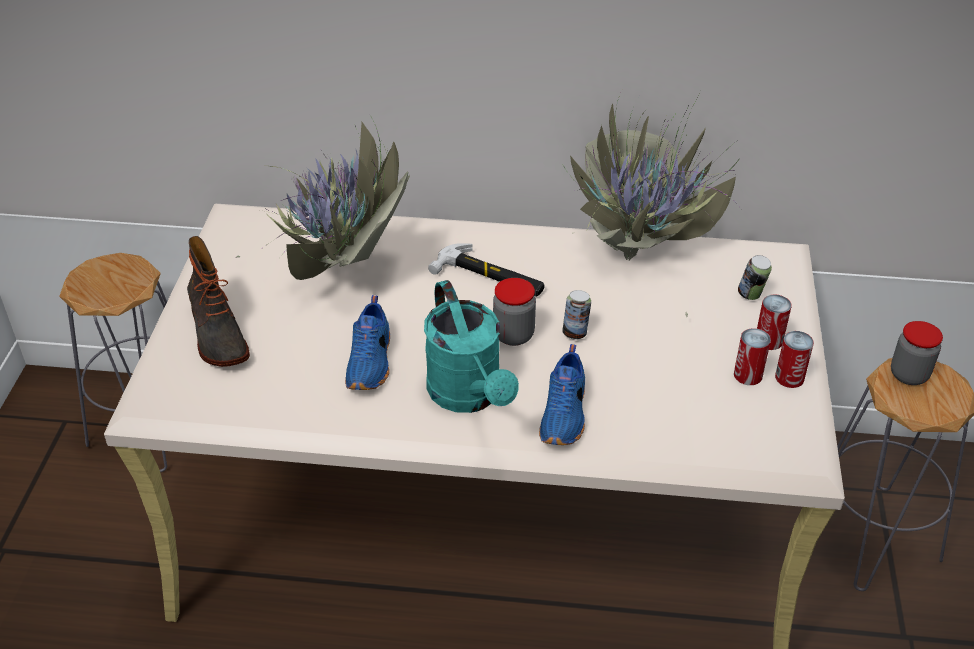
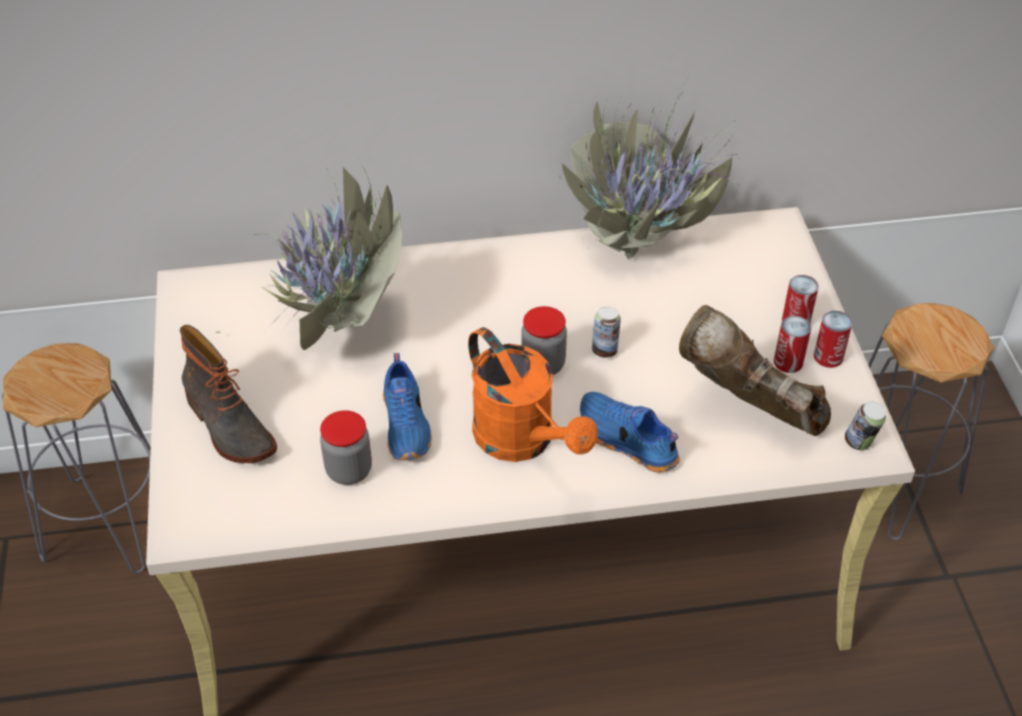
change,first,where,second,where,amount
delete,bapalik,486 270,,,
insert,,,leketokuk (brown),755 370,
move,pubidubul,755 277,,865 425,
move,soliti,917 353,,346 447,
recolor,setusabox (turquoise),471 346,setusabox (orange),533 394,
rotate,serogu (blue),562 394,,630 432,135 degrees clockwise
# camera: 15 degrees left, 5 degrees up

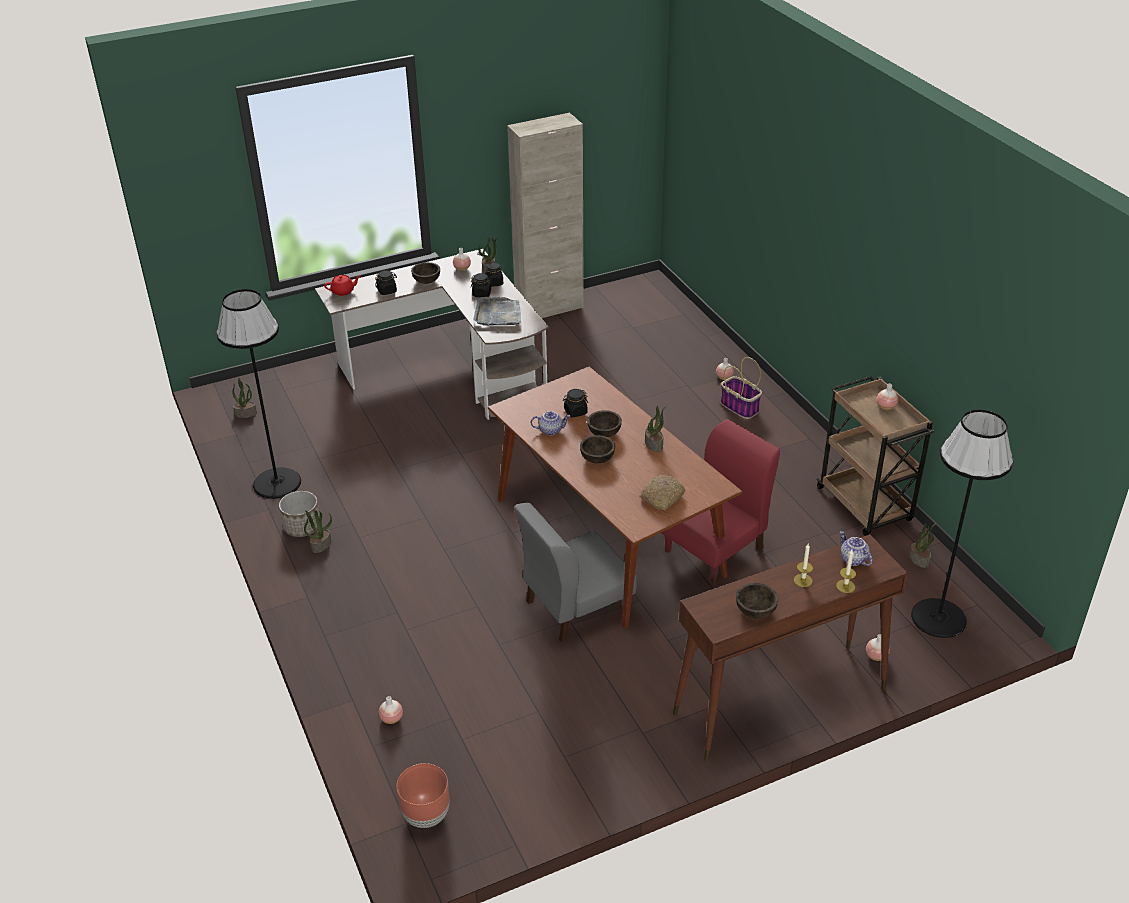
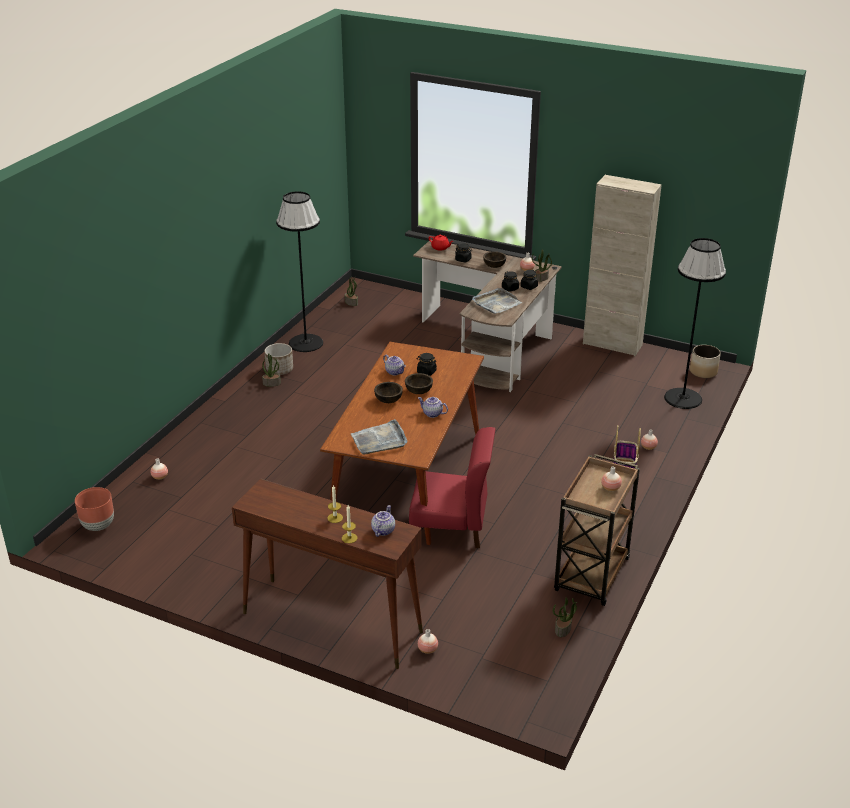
change,first,where,second,where,amount
delete,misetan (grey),575 573,,,
delete,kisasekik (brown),757 601,,,
insert,,,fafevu,705 361,
move,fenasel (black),962 524,,695 323,
replace,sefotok,663 492,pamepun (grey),379 437,
replace,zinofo,655 429,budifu,433 407,
# camera: 50 degrees right, 5 degrees down

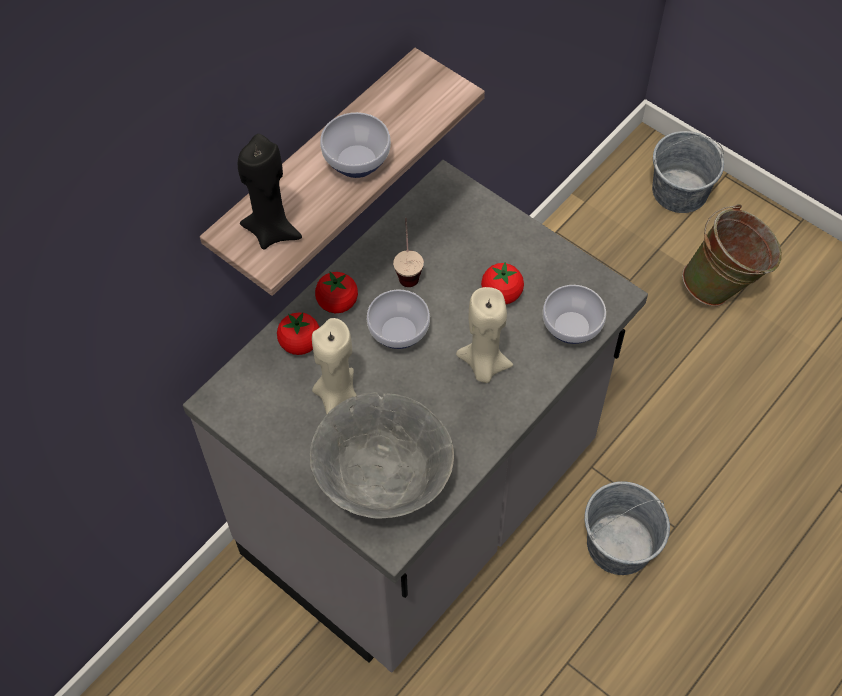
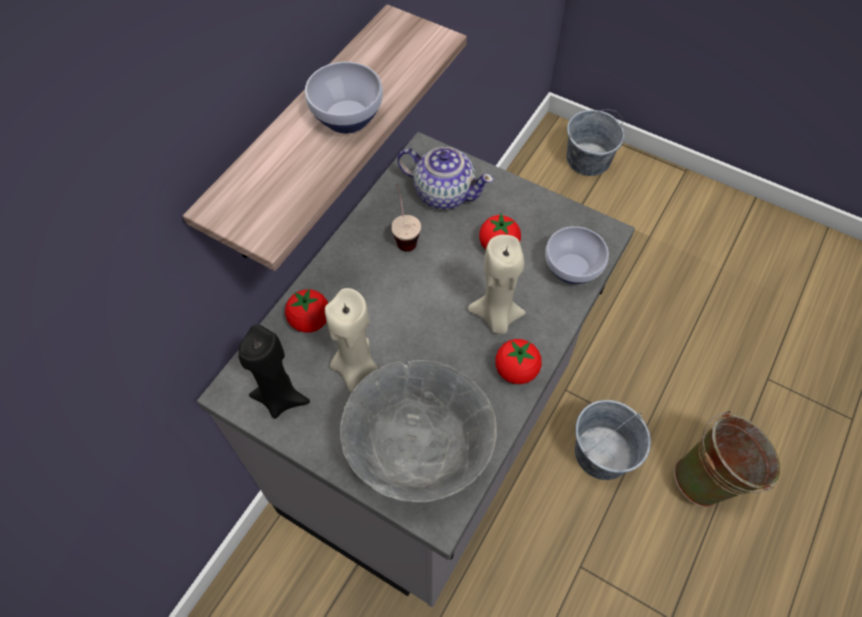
change,first,where,second,where,amount
delete,kisasekik,398 319,,,
insert,,,budifu,445 178,
move,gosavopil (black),270 191,,274 371,
move,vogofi,336 292,,518 361,
move,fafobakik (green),732 255,,727 458,
# camera: 10 degrees left, 0 degrees up

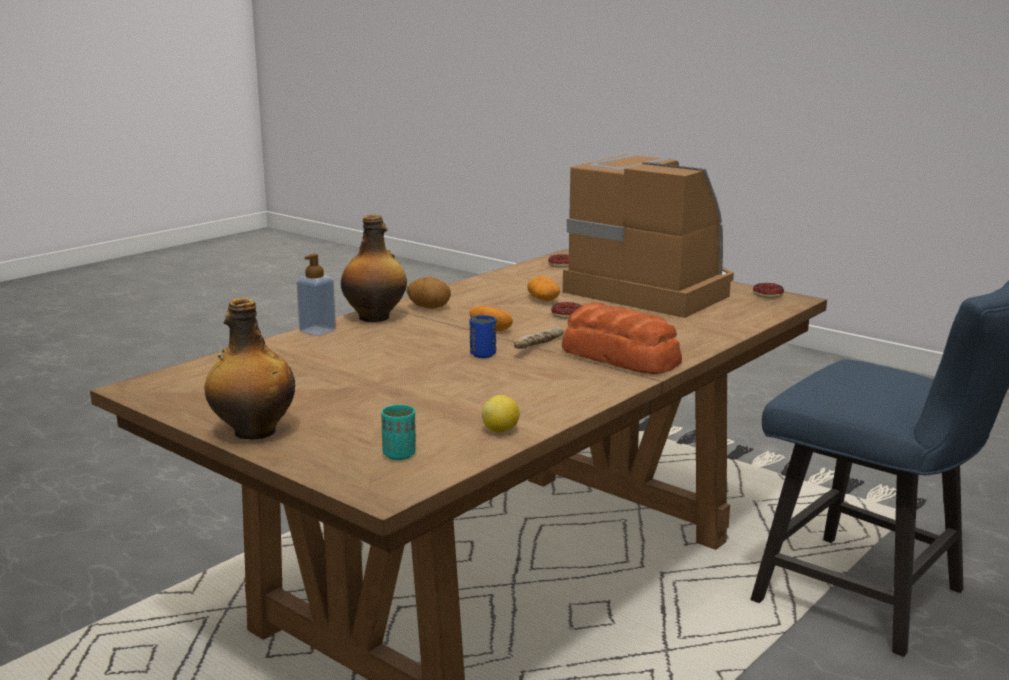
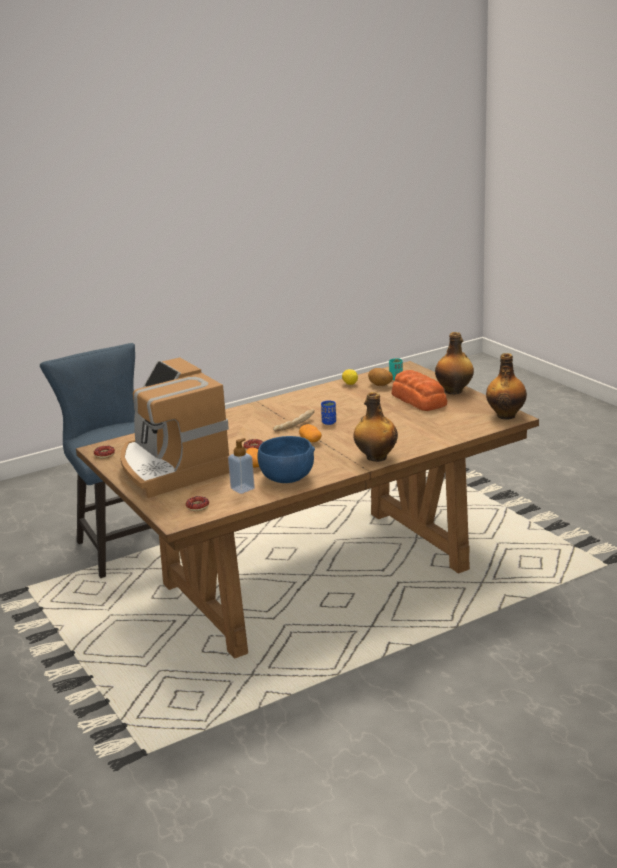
change,first,where,second,where,amount
insert,,,kisasekik (blue),286 459,
insert,,,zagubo,506 386,
move,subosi,316 295,,241 466,
move,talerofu,428 293,,380 377,
move,sefotok,622 338,,419 390,
# camera: 160 degrees left, 5 degrees up

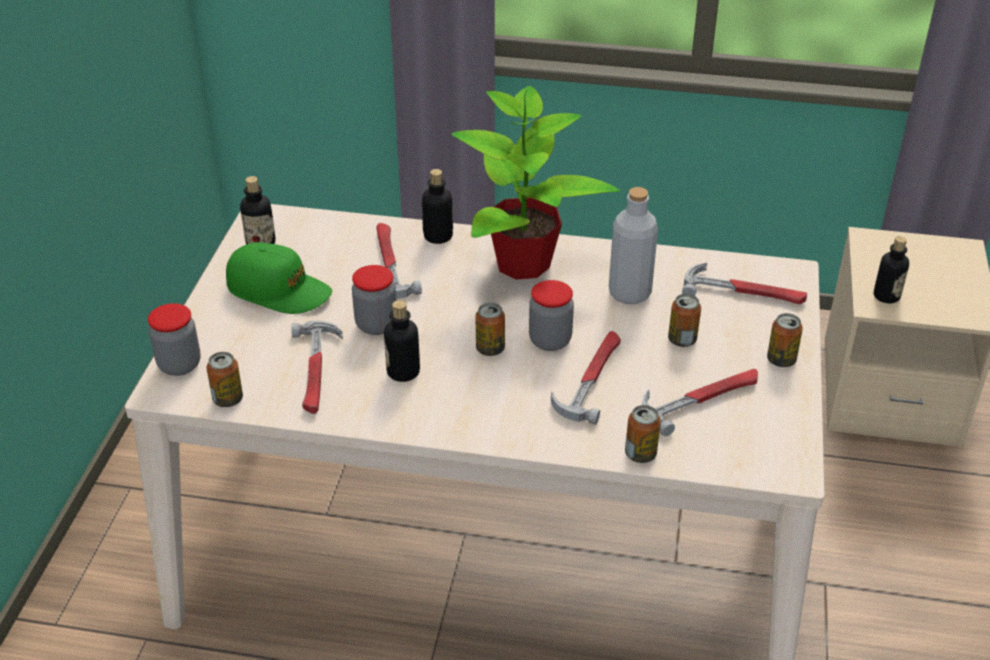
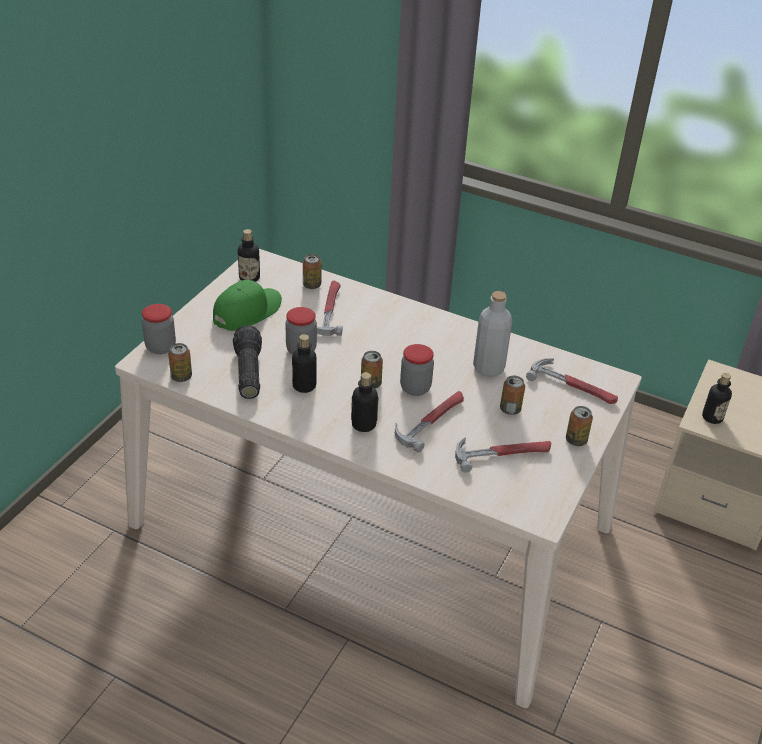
change,first,where,second,where,amount
delete,zinofo,535 183,,,
move,zagubo,437 206,,364 402,
move,pubidubul,643 434,,312 271,
replace,bapalik,317 367,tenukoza,247 362,
rotate,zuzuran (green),279 278,,247 305,90 degrees counterclockwise
# camera: 15 degrees right, 0 degrees up

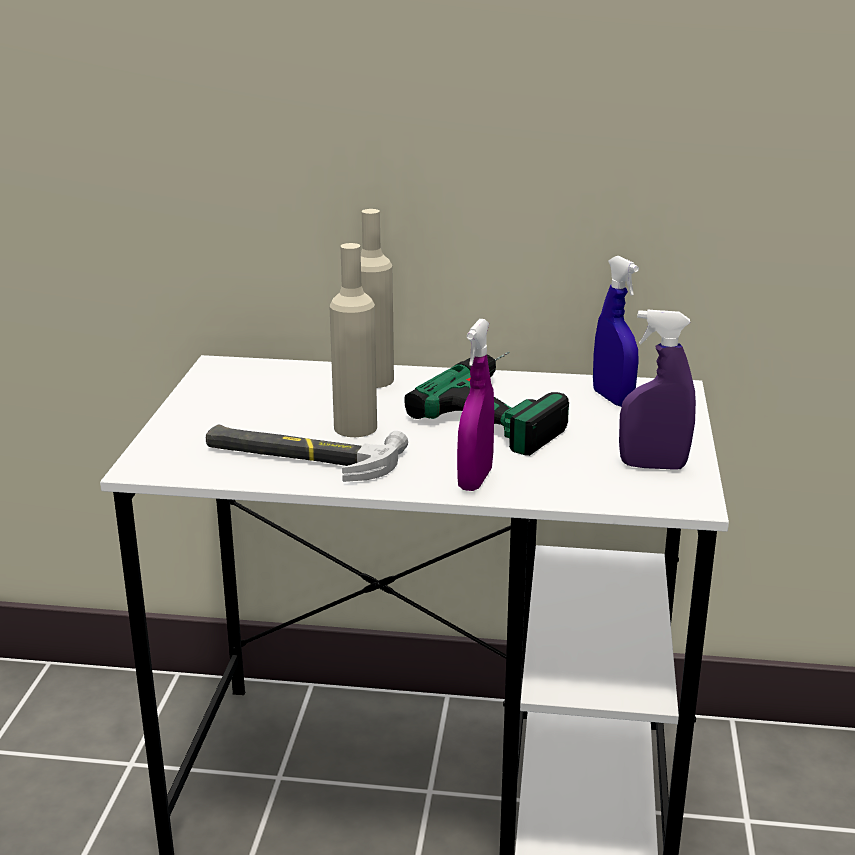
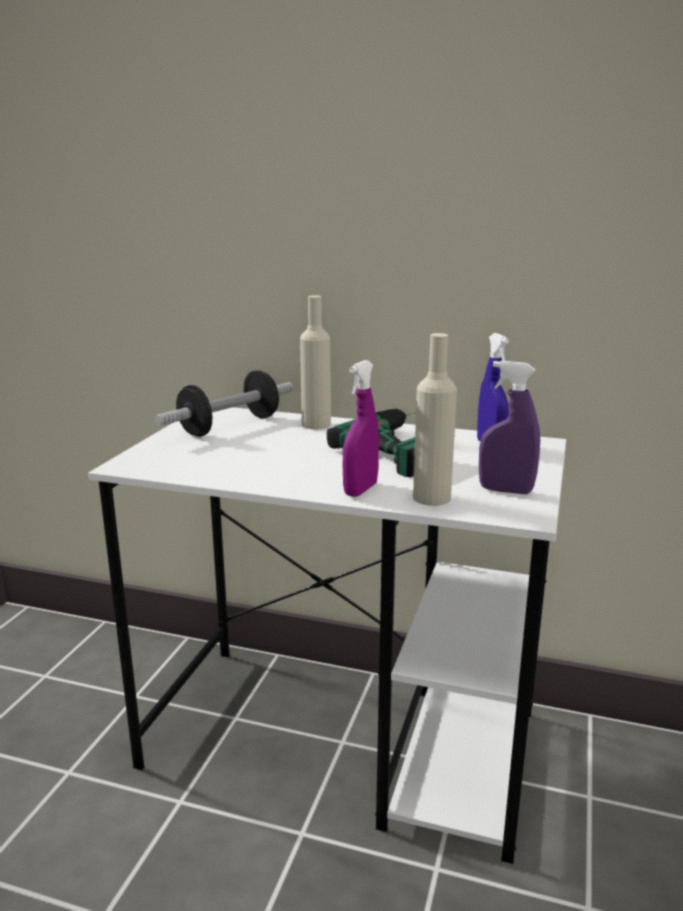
change,first,where,second,where,amount
delete,bapalik,307 453,,,
insert,,,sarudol,224 403,
move,zagubo (beige),353 340,,435 419,
# camera: 10 degrees right, 5 degrees down

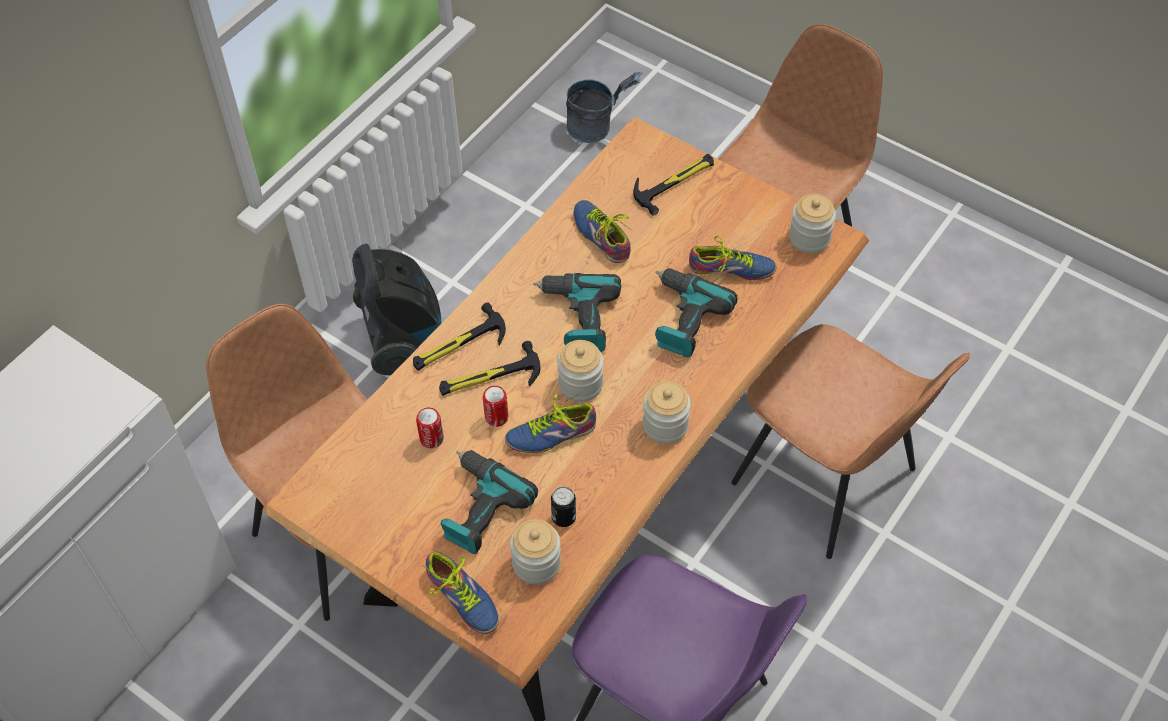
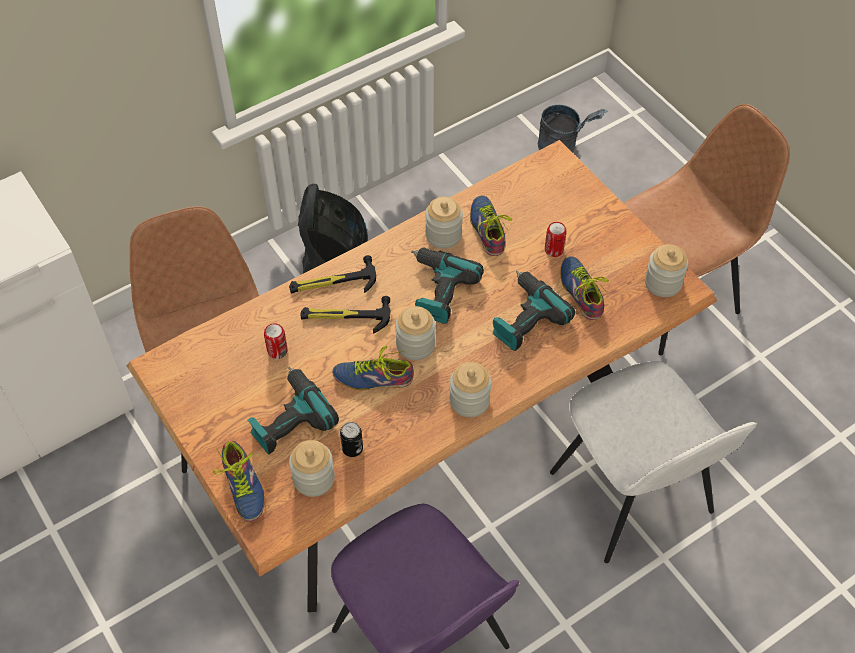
change,first,where,second,where,amount
delete,bapalik,674 185,,,
insert,,,soliti,444 223,
move,pubidubul,495 406,,555 239,
recolor,misetan (brown),850 441,misetan (white),653 462,
rotate,serogu,732 258,,585 288,135 degrees counterclockwise
# camera: 20 degrees right, 0 degrees up

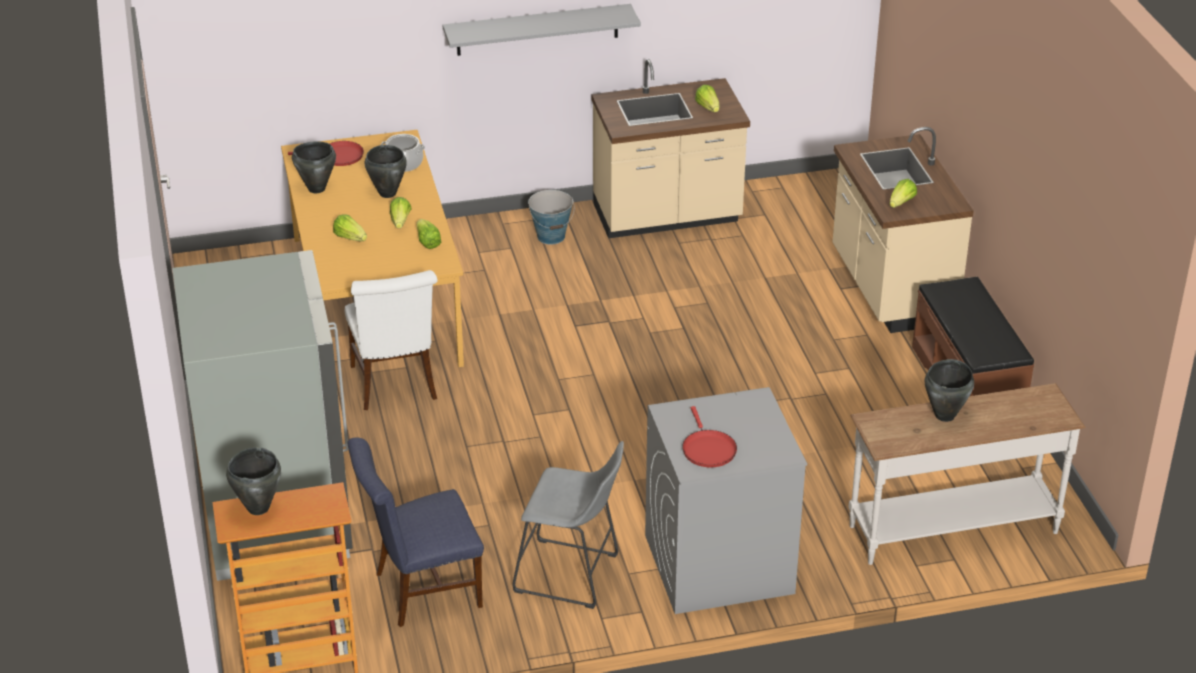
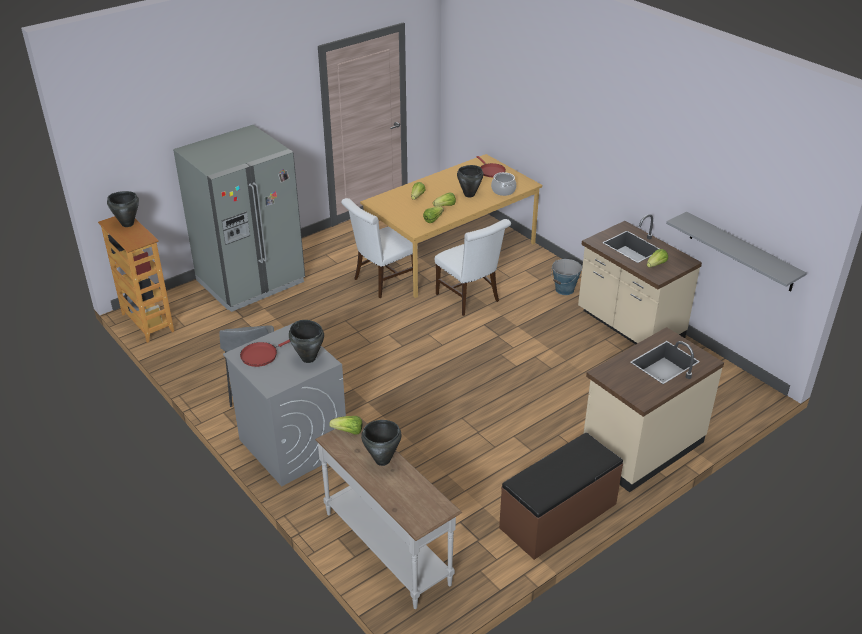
change,first,where,second,where,amount
delete,misetan (blue),416 532,,,
insert,,,misetan (white),473 267,
move,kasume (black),314 167,,306 341,
move,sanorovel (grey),542 30,,736 251,
move,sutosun,903 193,,345 425,
# camera: 65 degrees right, 0 degrees up

